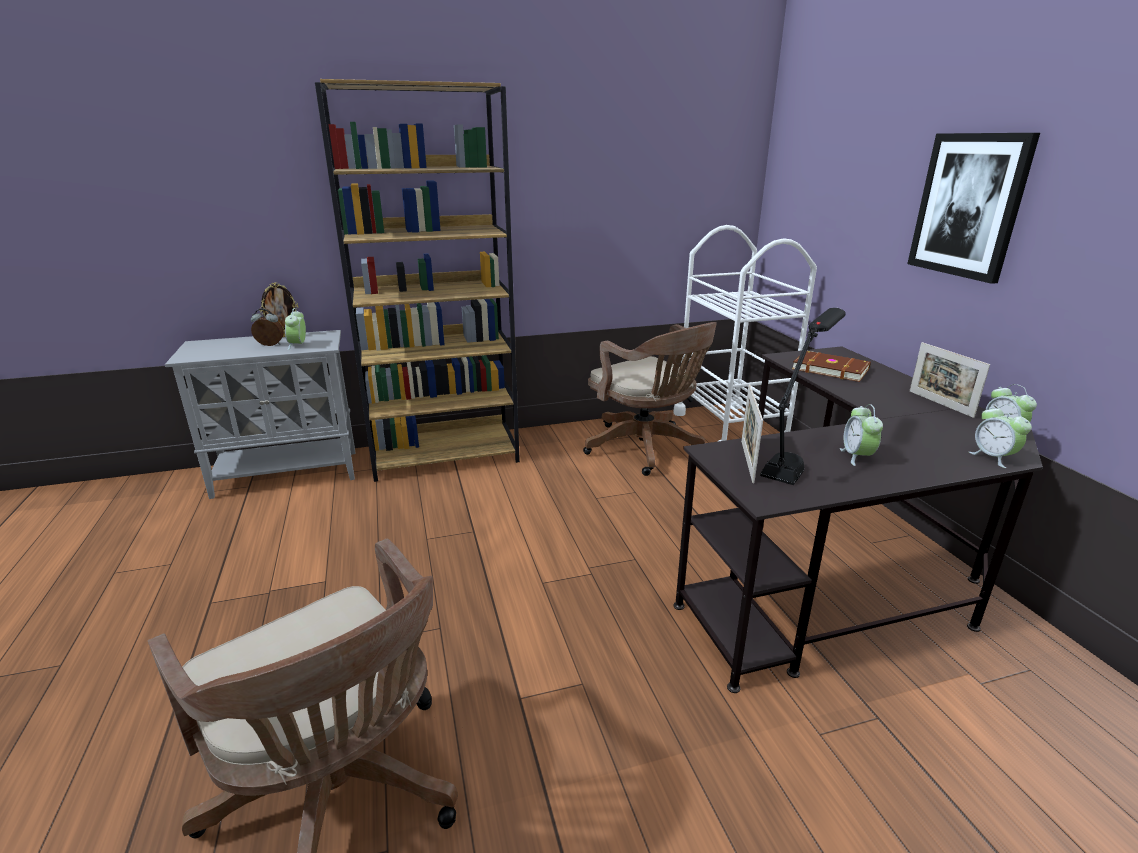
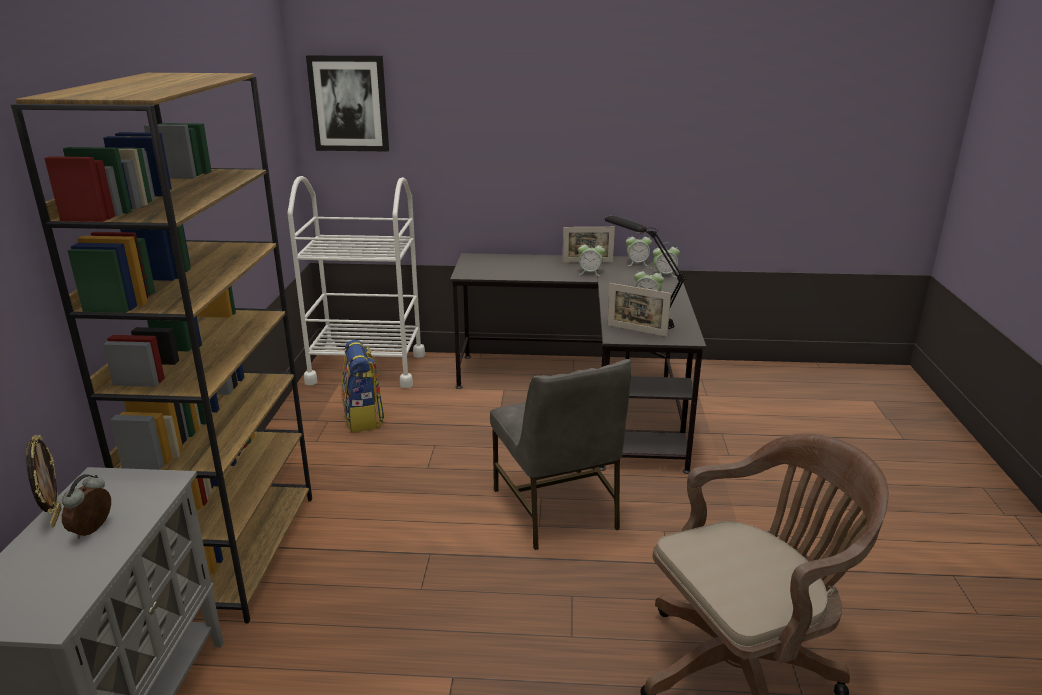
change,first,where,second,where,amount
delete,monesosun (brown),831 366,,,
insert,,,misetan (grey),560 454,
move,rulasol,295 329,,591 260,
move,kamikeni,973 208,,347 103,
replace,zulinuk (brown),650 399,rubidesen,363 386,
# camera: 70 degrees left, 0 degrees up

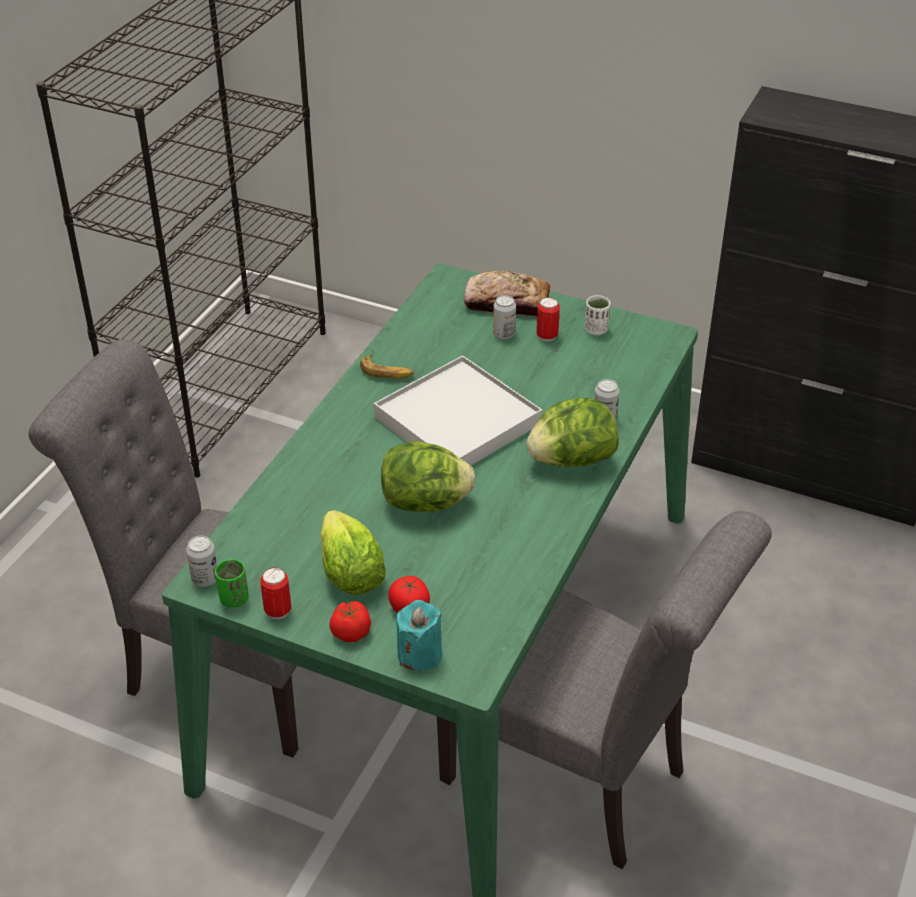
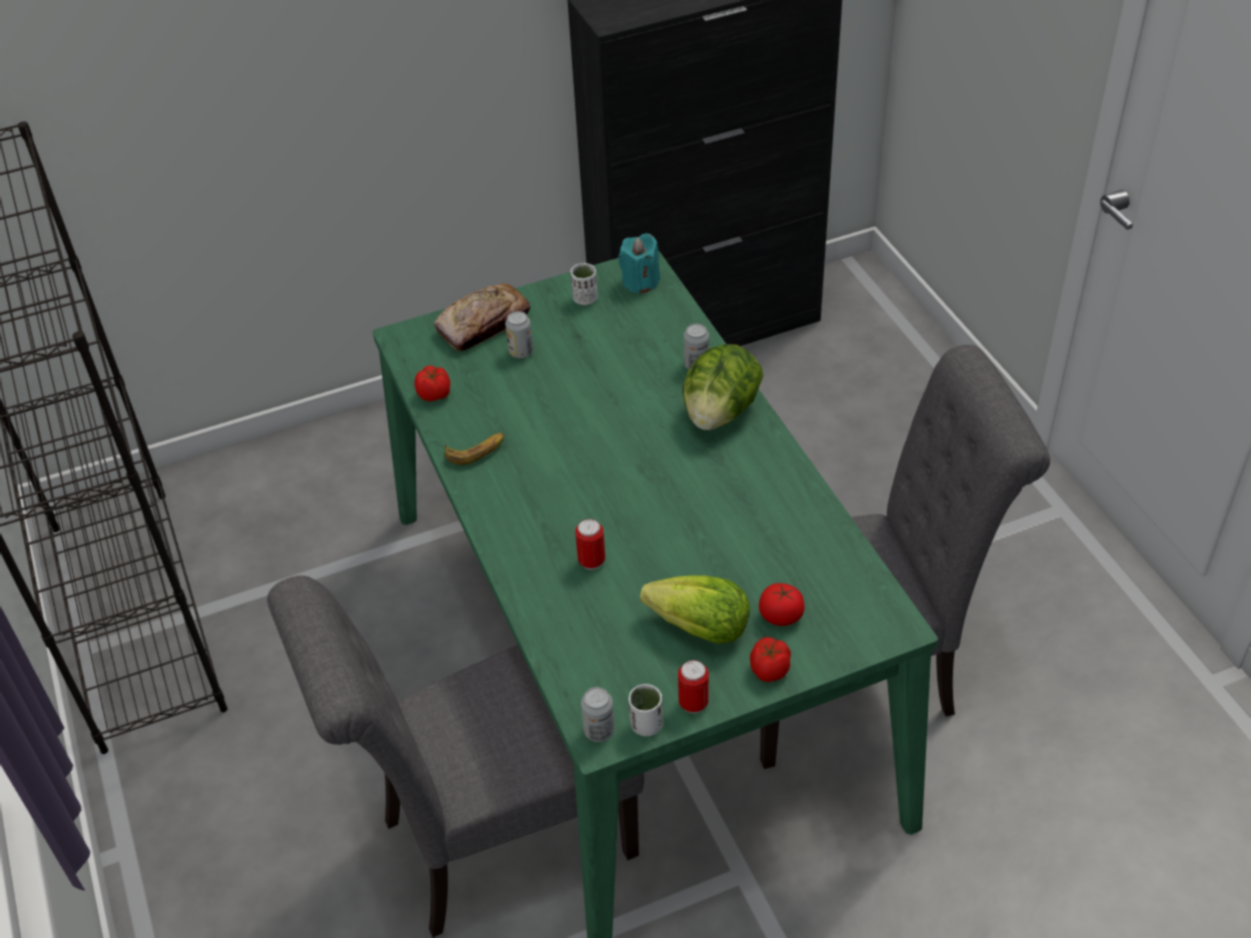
change,first,where,second,where,amount
delete,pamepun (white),458 410,,,
delete,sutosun,428 476,,,
insert,,,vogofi,432 383,
move,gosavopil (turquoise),419 635,,639 263,
move,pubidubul,548 319,,590 544,
recolor,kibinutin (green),232 583,kibinutin (white),646 710,
# camera: 45 degrees left, 5 degrees up

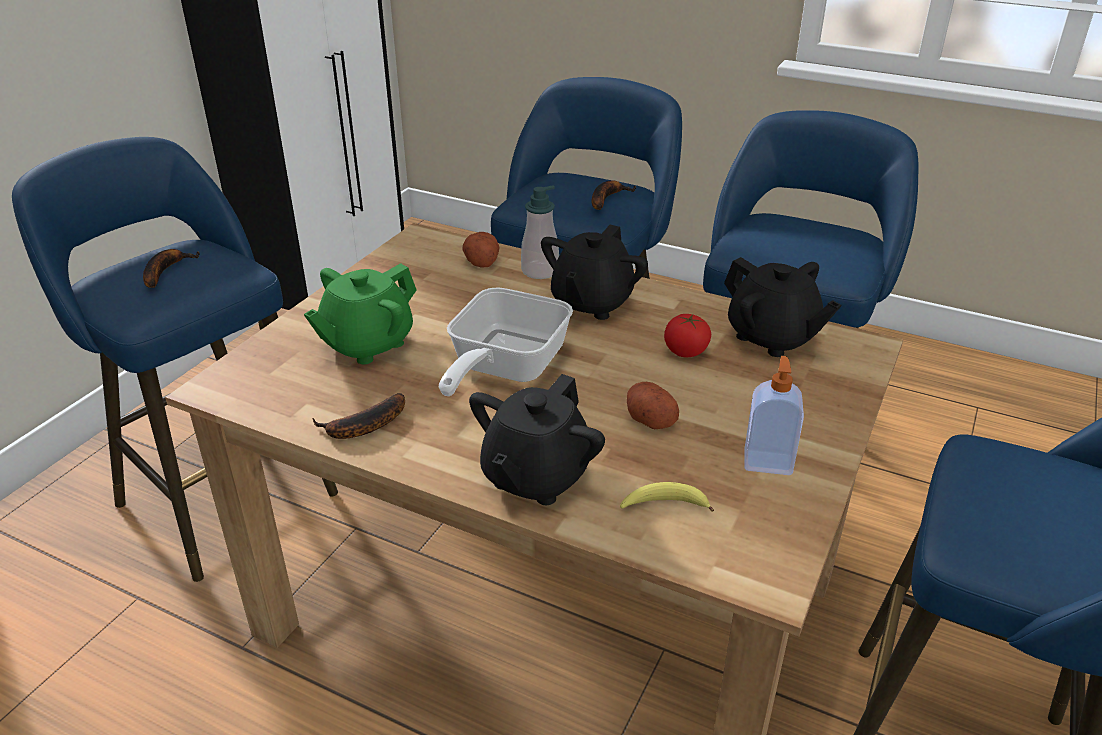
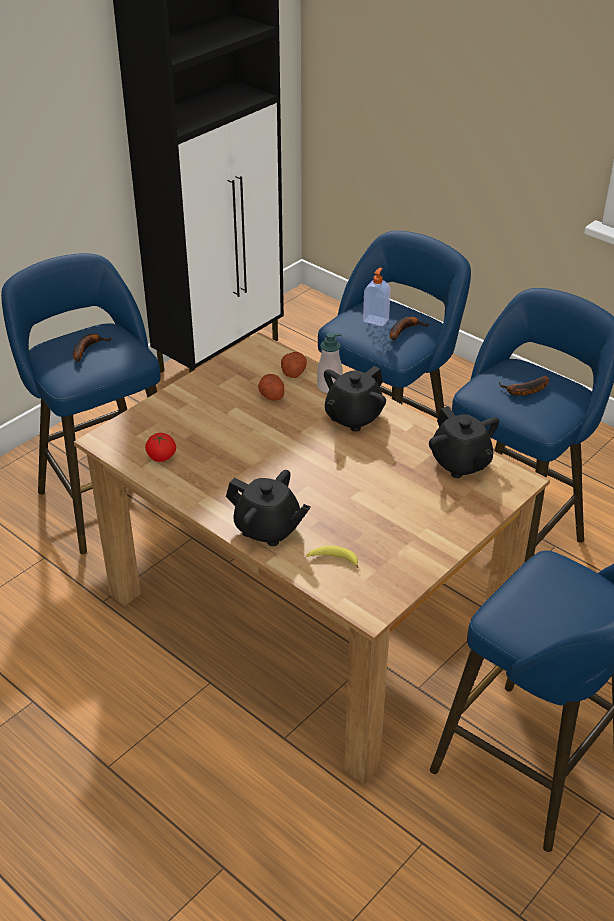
change,first,where,second,where,amount
delete,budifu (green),360 313,,,
delete,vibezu,506 341,,,
move,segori,358 416,,524 386,
move,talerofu,653 405,,271 387,
move,vogofi,687 336,,160 447,
move,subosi,774 415,,377 297,
rotate,budifu (black),537 439,,268 508,105 degrees counterclockwise
# camera: 15 degrees right, 5 degrees up

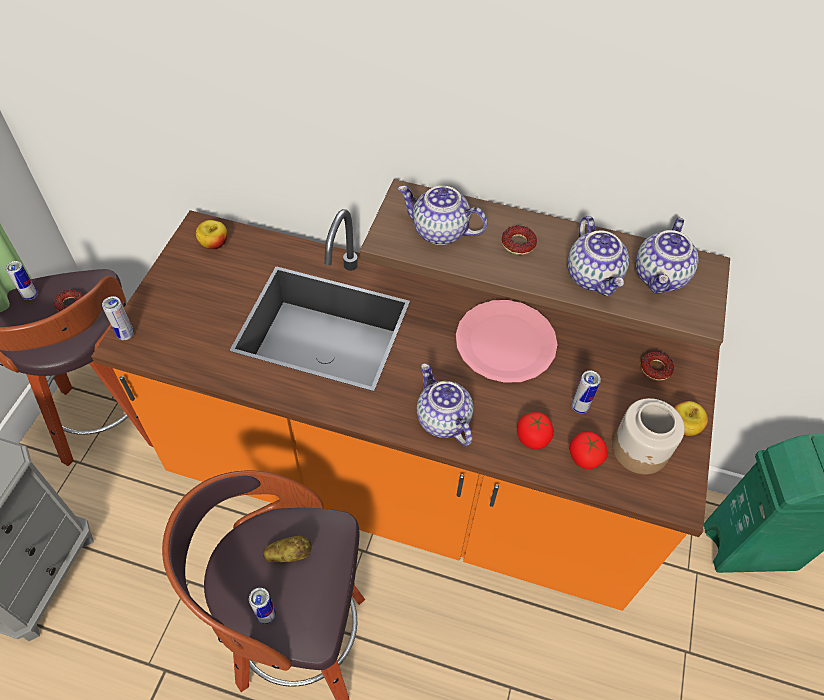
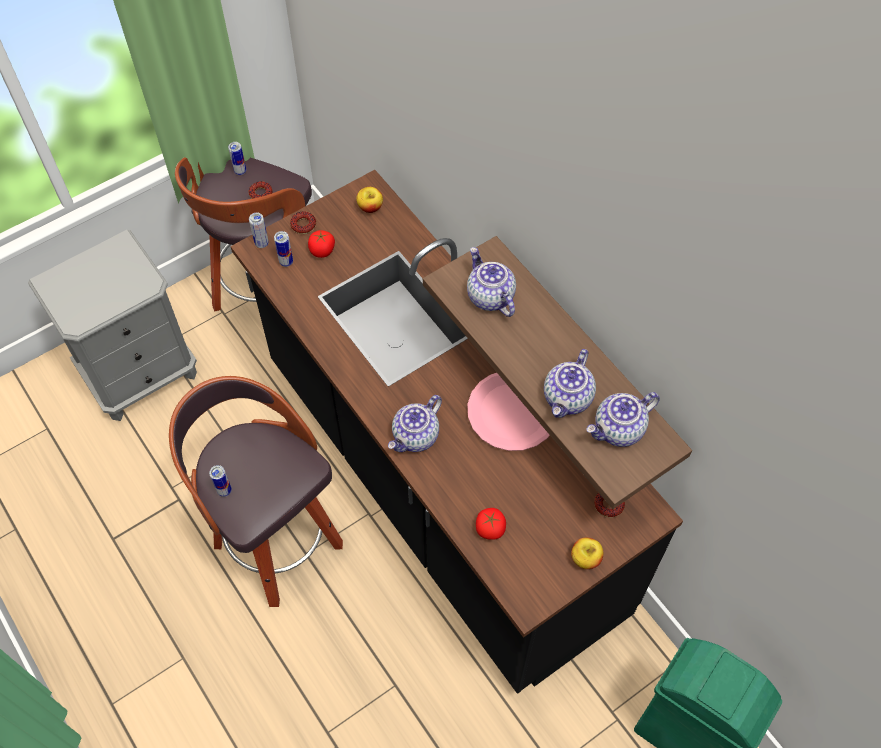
change,first,where,second,where,amount
delete,talerofu,287 549,,,
delete,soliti,648 436,,,
move,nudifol,519 240,,303 223,
move,vogofi,535 430,,321 244,
move,pubidubul,586 392,,283 249,
recolor,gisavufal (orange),405 410,gisavufal (black),457 432,
rotate,budifu,445 404,,415 423,150 degrees counterclockwise
# camera: 40 degrees right, 5 degrees up

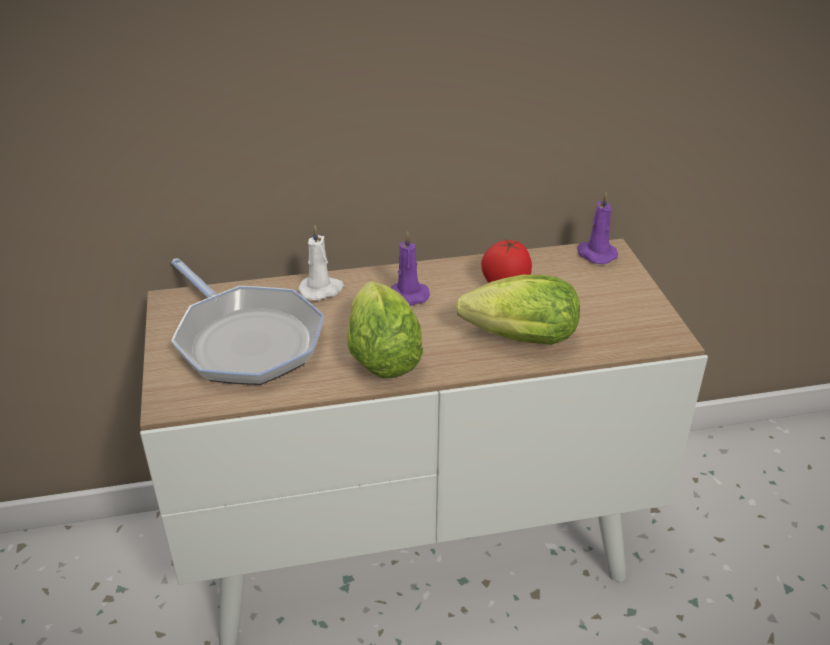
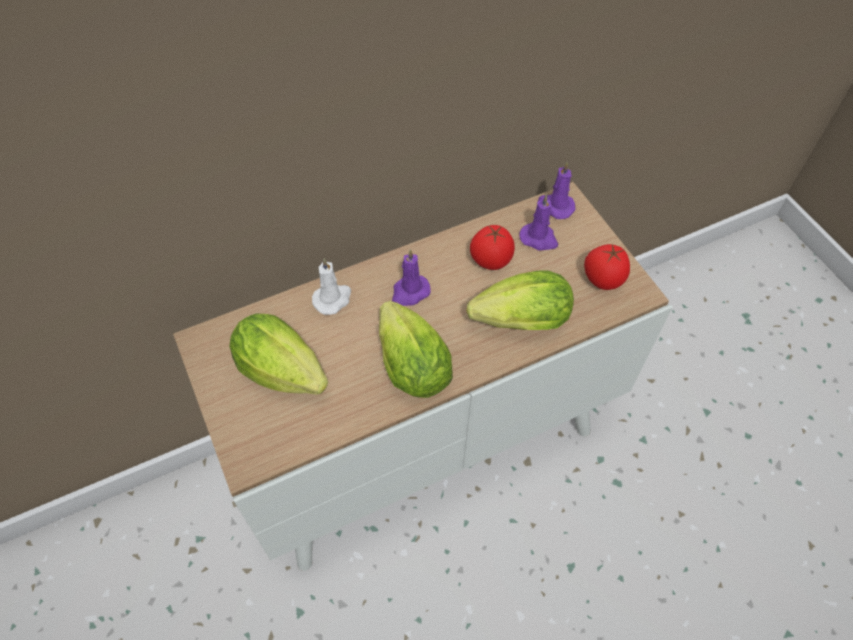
change,first,where,second,where,amount
insert,,,gosavopil (purple),538 222,
insert,,,vogofi,607 267,
replace,vibezu,247 321,sutosun,278 354,
# camera: 15 degrees left, 20 degrees up

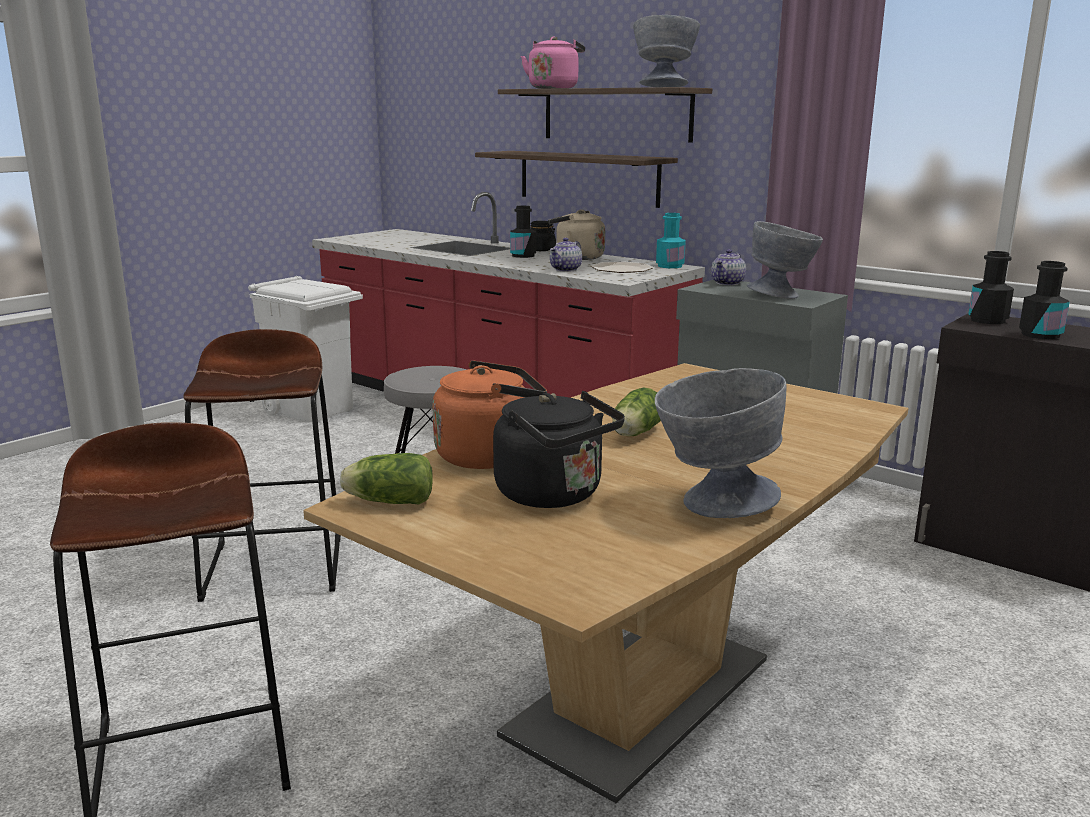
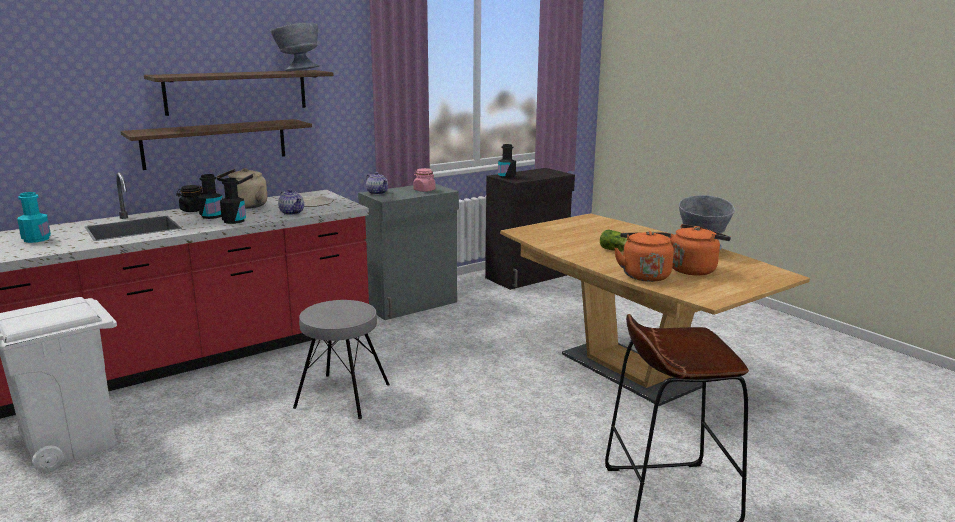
change,first,where,second,where,amount
delete,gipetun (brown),262 465,,,
delete,sutosun,386 479,,,
delete,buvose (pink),553 63,,,
move,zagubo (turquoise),671 240,,34 217,
move,zagubo (black),1044 300,,233 201,
replace,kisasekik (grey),785 260,soliti (pink),424 180,
recolor,buvose (black),559 449,buvose (orange),701 249,
# camera: 75 degrees left, 0 degrees up

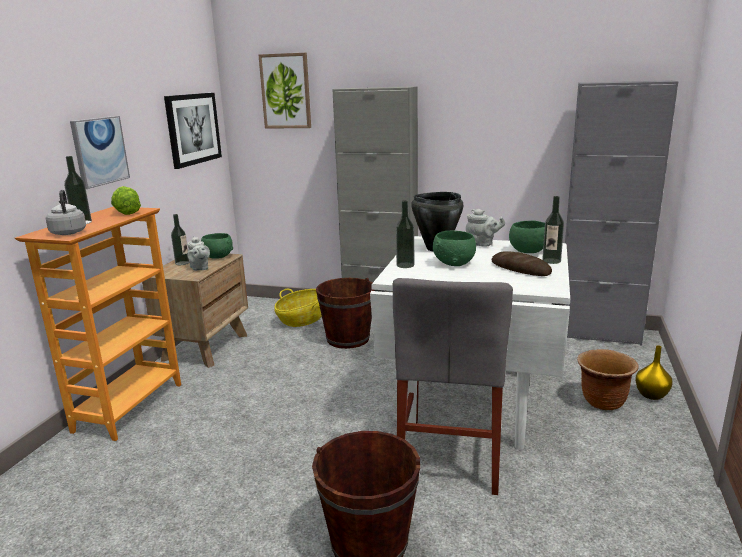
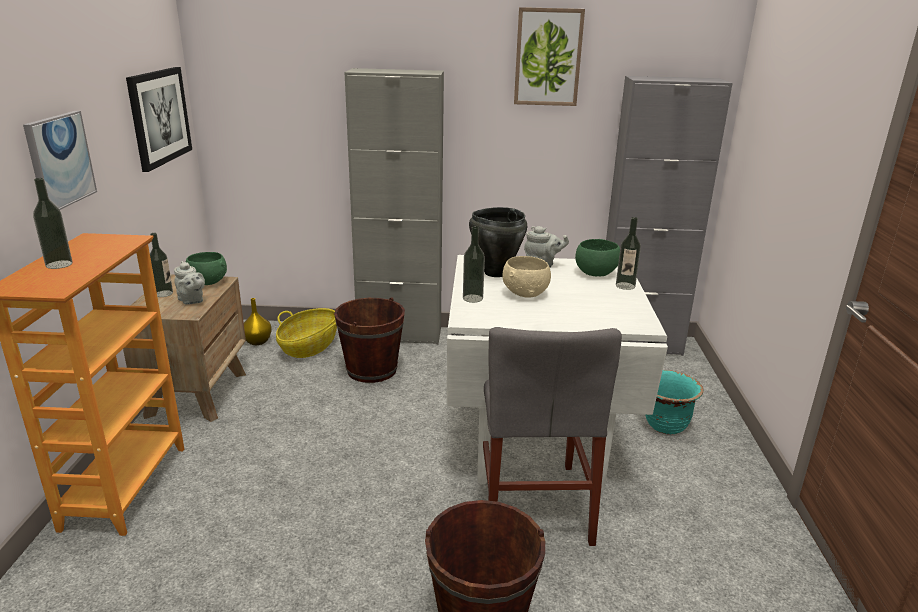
change,first,where,second,where,amount
delete,buvose (grey),66 212,,,
delete,sutosun,126 200,,,
delete,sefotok,521 263,,,
move,kamikeni,285 90,,549 56,
move,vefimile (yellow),654 372,,258 321,
recolor,kisasekik (green),454 248,kisasekik (beige),526 277,
recolor,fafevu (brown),608 379,fafevu (turquoise),674 402,
# camera: 15 degrees left, 5 degrees up

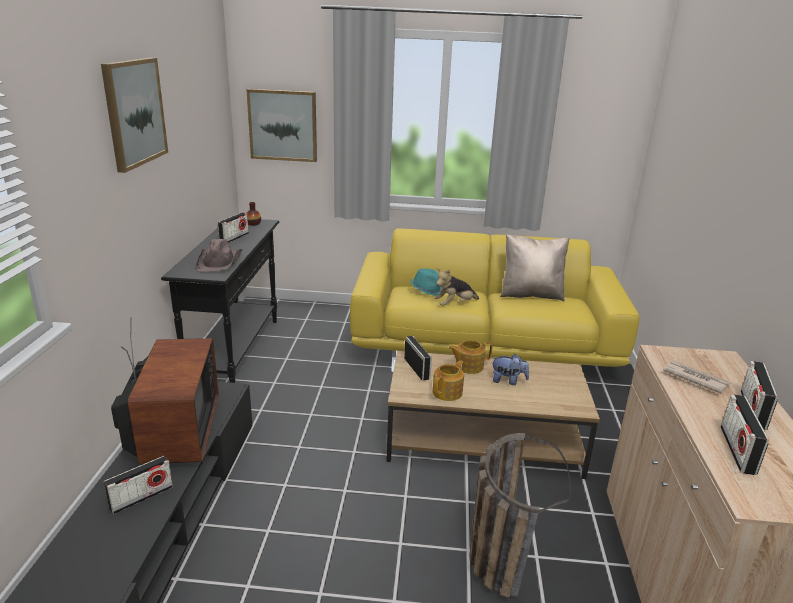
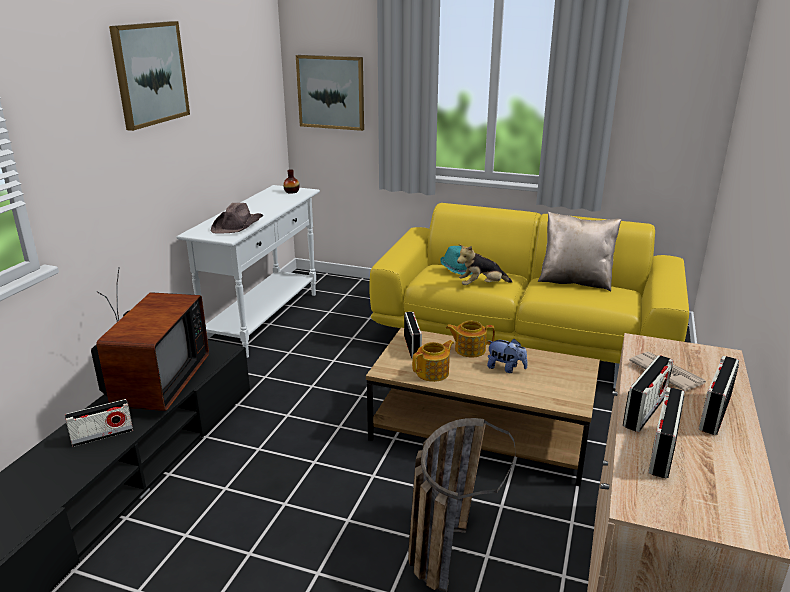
change,first,where,second,where,amount
move,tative,233 227,,648 393,
recolor,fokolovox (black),220 301,fokolovox (white),248 271,
# camera: 15 degrees right, 0 degrees up

